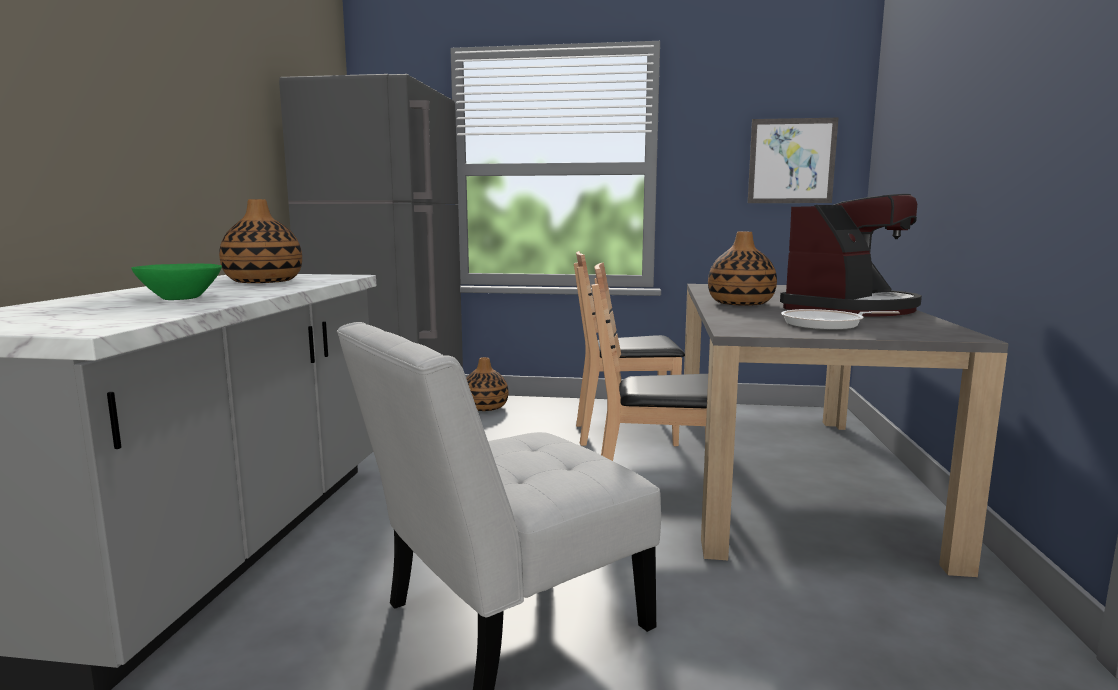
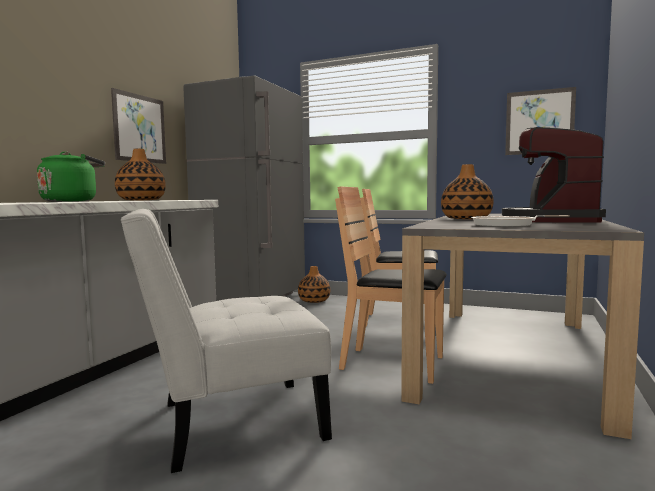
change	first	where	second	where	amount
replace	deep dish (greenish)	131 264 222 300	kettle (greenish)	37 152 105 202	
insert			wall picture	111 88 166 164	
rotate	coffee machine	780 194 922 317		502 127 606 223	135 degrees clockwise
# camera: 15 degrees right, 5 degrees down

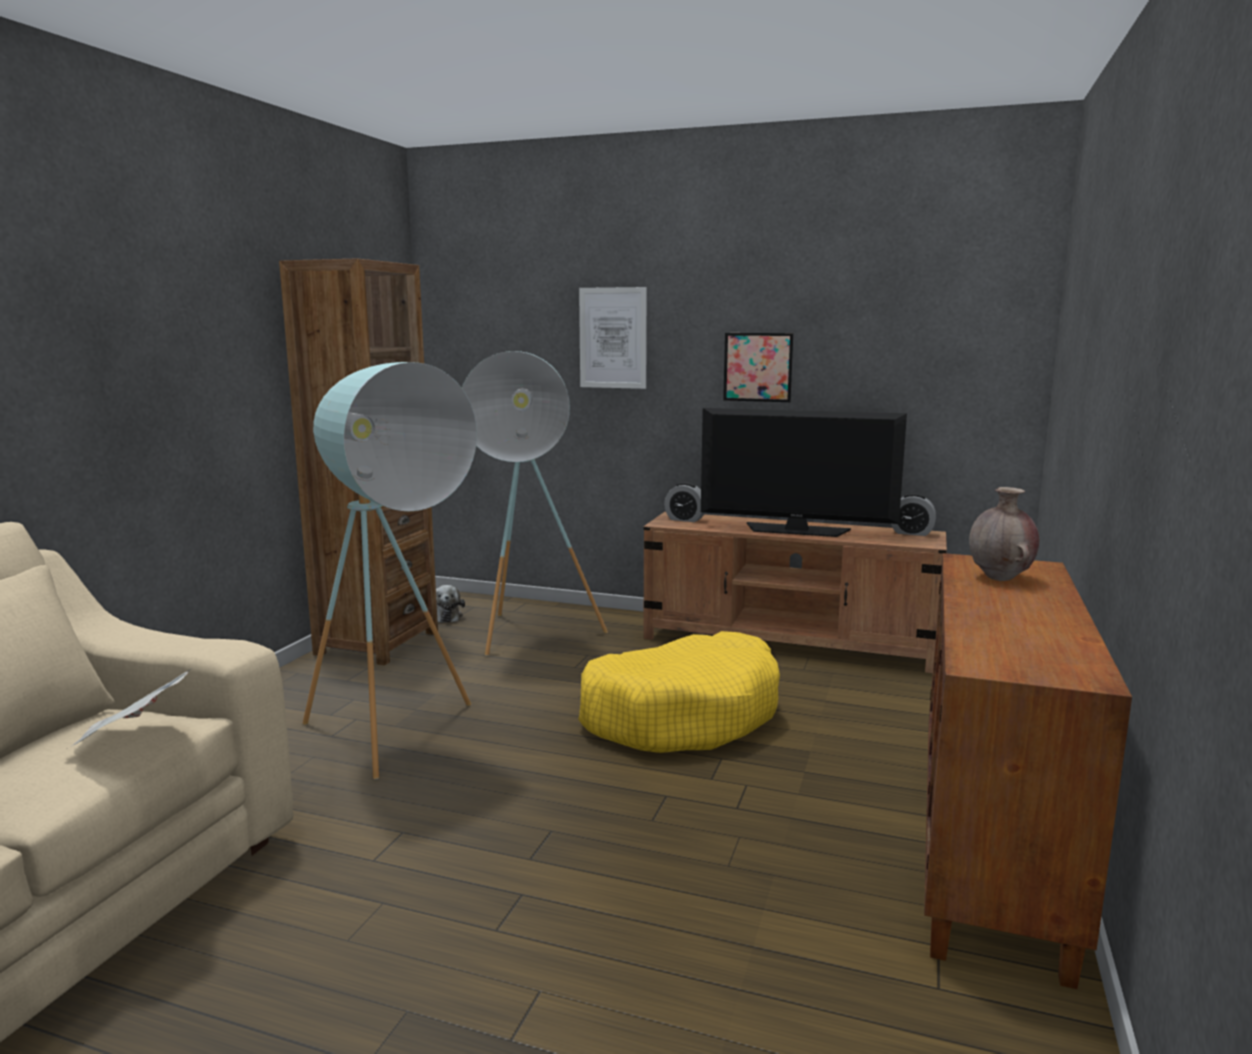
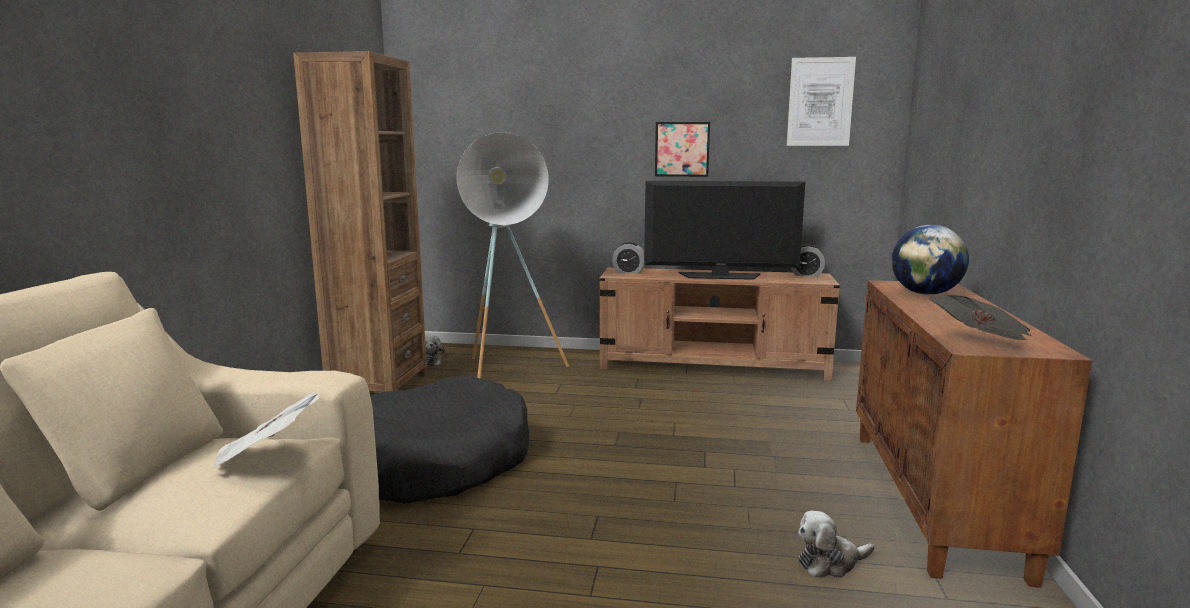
change	first	where	second	where	amount
replace	standard lamp (turquoise)	302 362 477 779	dog cushion (black-coloured)	371 375 530 504	
move	wall picture	579 287 647 389		787 57 856 146	
insert			plush toy	798 510 874 578	
replace	flower vase (brown-coloured)	969 487 1039 581	globe	891 225 969 295	
insert			newspaper	929 295 1031 340	
delete	dog cushion (yellow)	578 631 780 753			
# camera: 10 degrees left, 0 degrees up

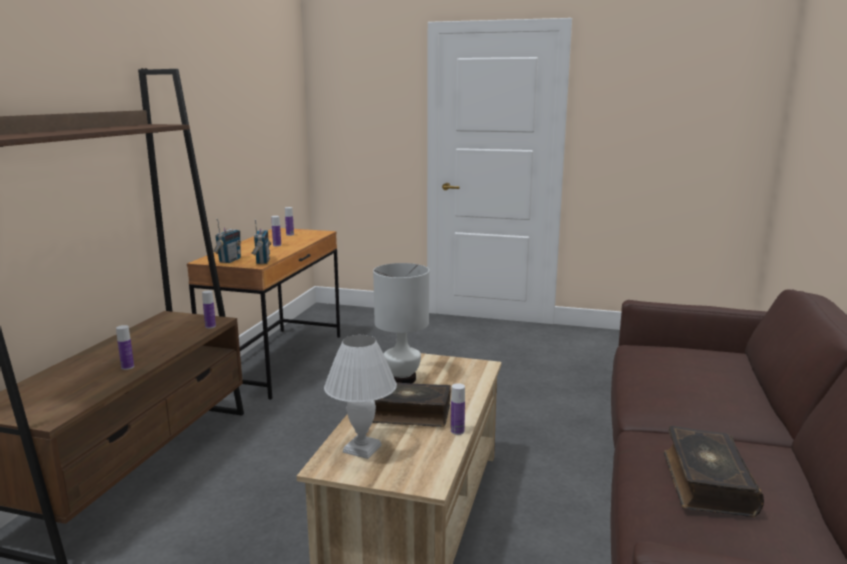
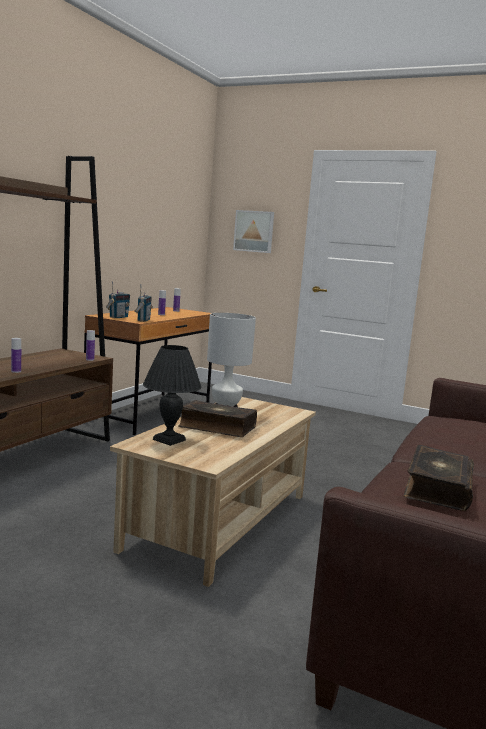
change	first	where	second	where	amount
recolor	lamp for a table (whitish)	324 335 397 459	lamp for a table (black-coloured)	143 345 202 446	
insert			wall picture	233 210 274 253	
delete	beverage bottle	451 383 465 435			
# camera: 10 degrees right, 5 degrees down

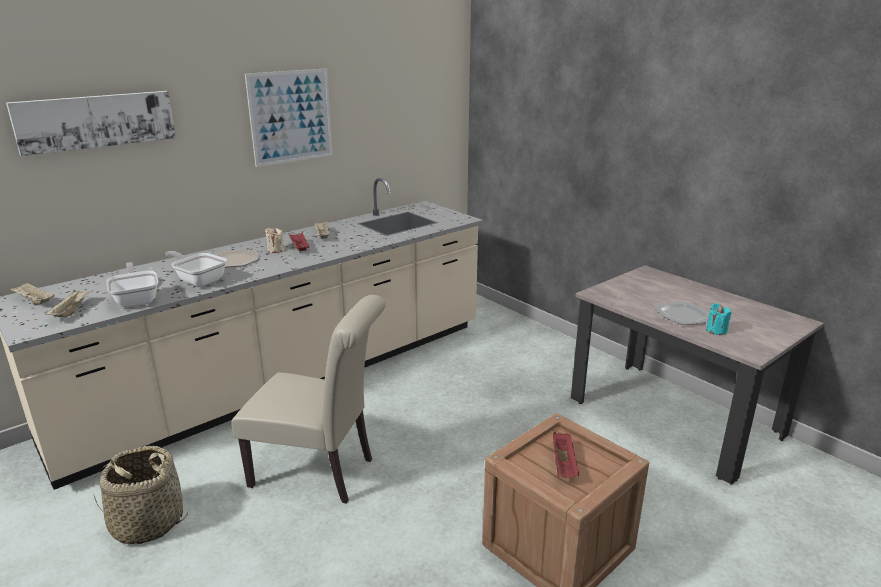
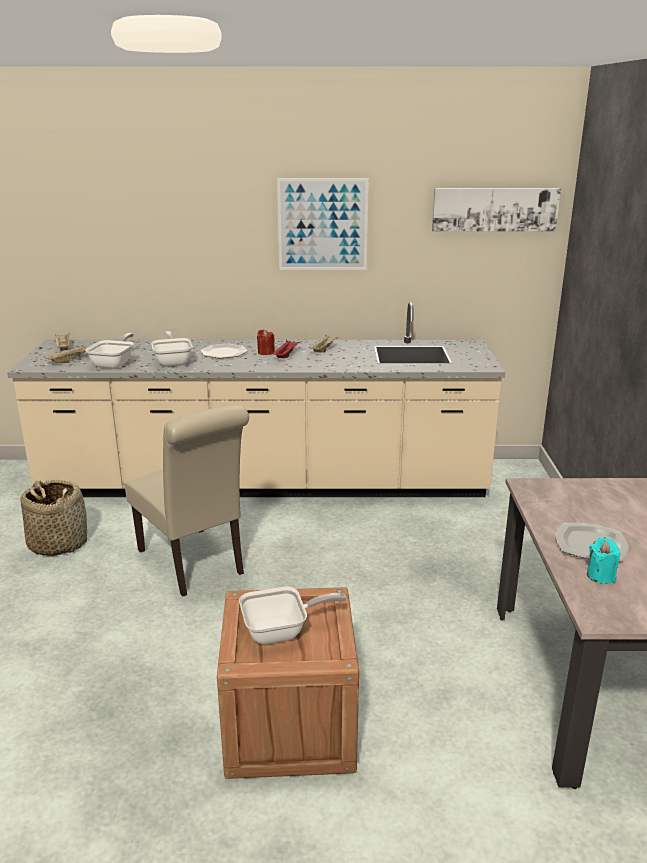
change	first	where	second	where	amount
replace	serving tray (red-coloured)	553 432 579 478	skillet	239 587 346 644	
recolor	candle (beige-coloured)	265 227 284 253	candle (red-coloured)	257 330 275 355	
move	wall picture	6 91 176 156		432 188 561 232	
# camera: 40 degrees right, 0 degrees up

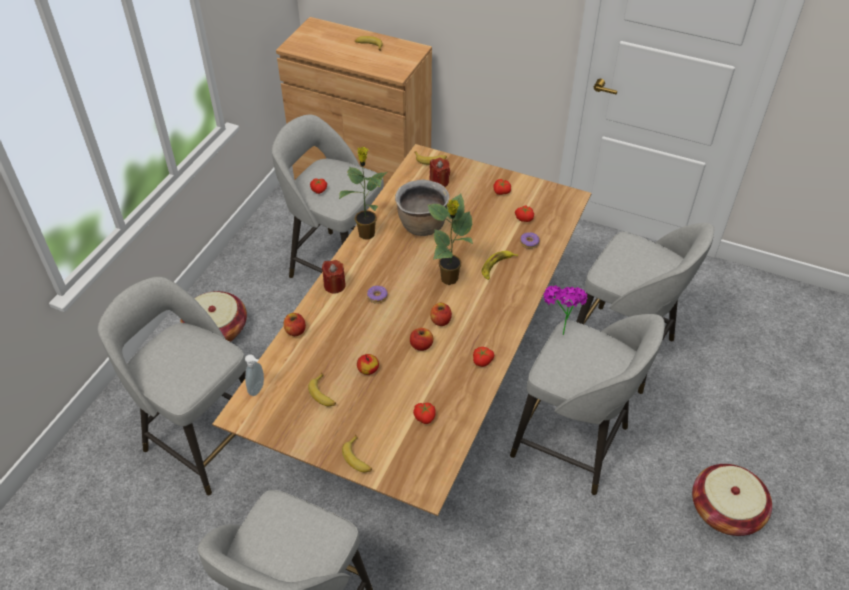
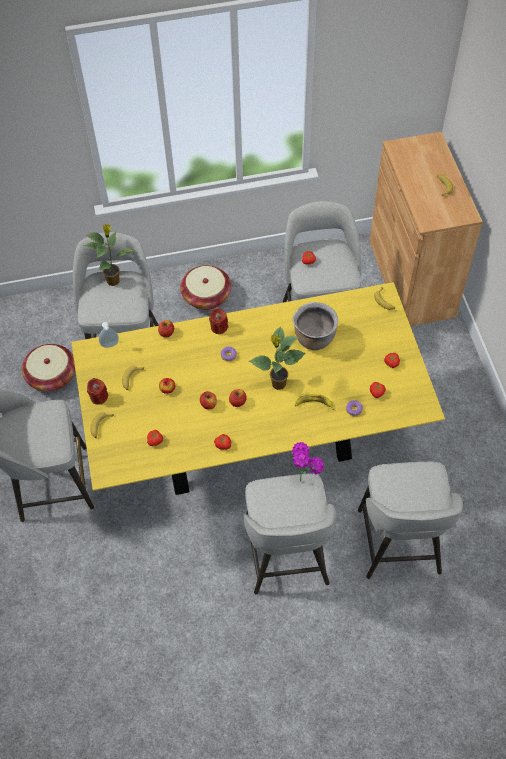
change	first	where	second	where	amount
move	basket	692 464 772 536		22 344 75 392	
recolor	kitchen table (brown-coloured)	212 144 592 516	kitchen table (yellow)	71 282 445 495	
move	houseplant	339 147 387 239		83 224 134 286	
move	candle (red-coloured)	429 157 450 187		87 378 109 405	
# camera: 55 degrees right, 10 degrees up

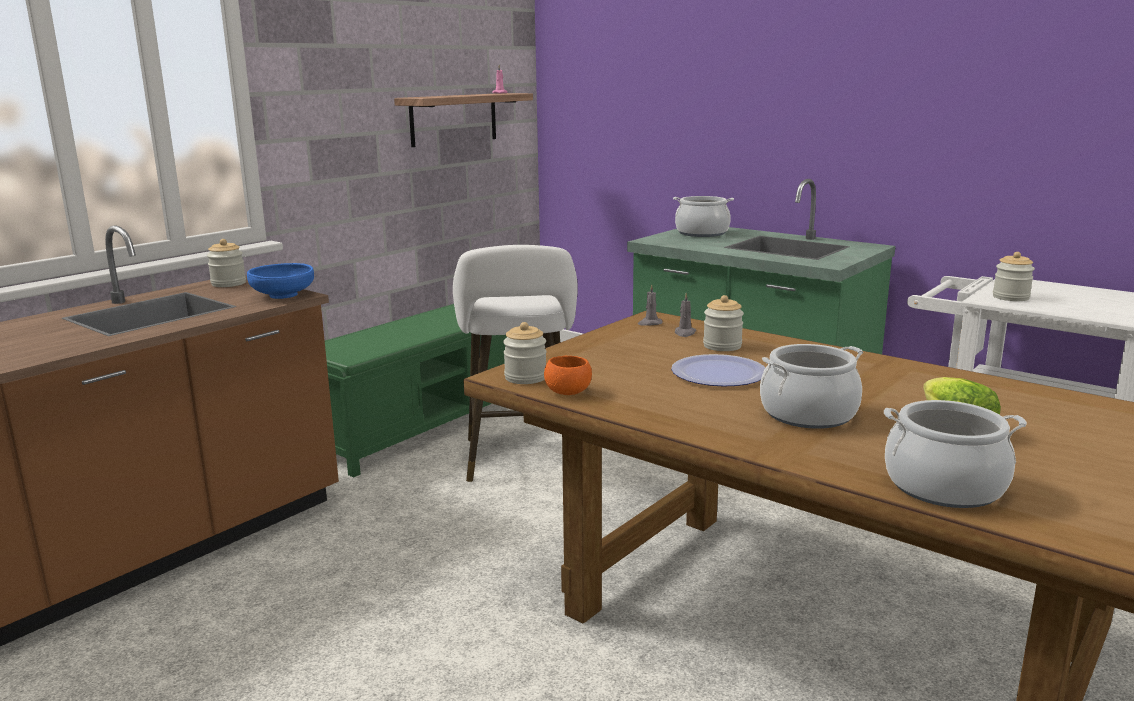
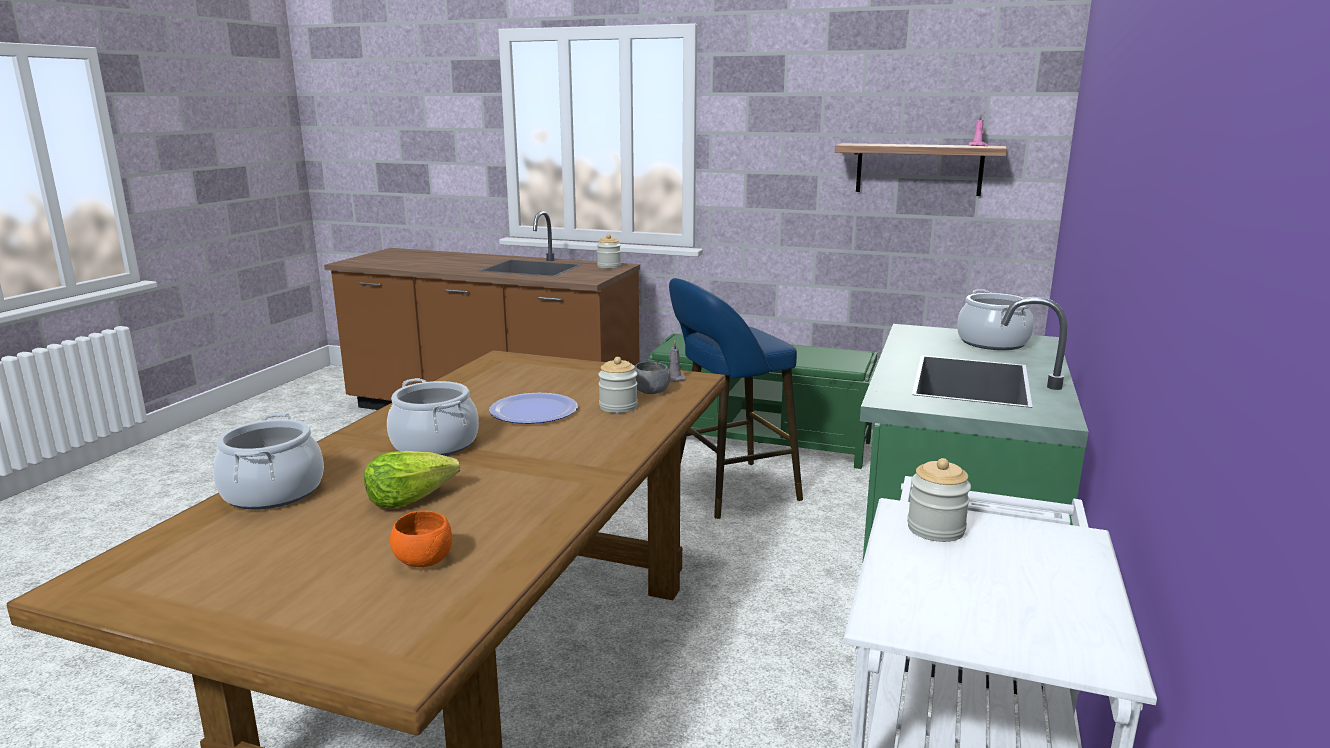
change	first	where	second	where	amount
move	deep dish (orange-coloured)	544 356 592 395		390 511 452 567	
replace	candle (grey)	675 292 696 337	deep dish (grey)	634 361 671 394	
recolor	stool seat (whitish)	453 245 578 482	stool seat (bluish)	669 278 803 519	
delete	deep dish (bluish)	247 263 314 299			
delete	storage jar	503 322 547 384			
# camera: 70 degrees right, 0 degrees up

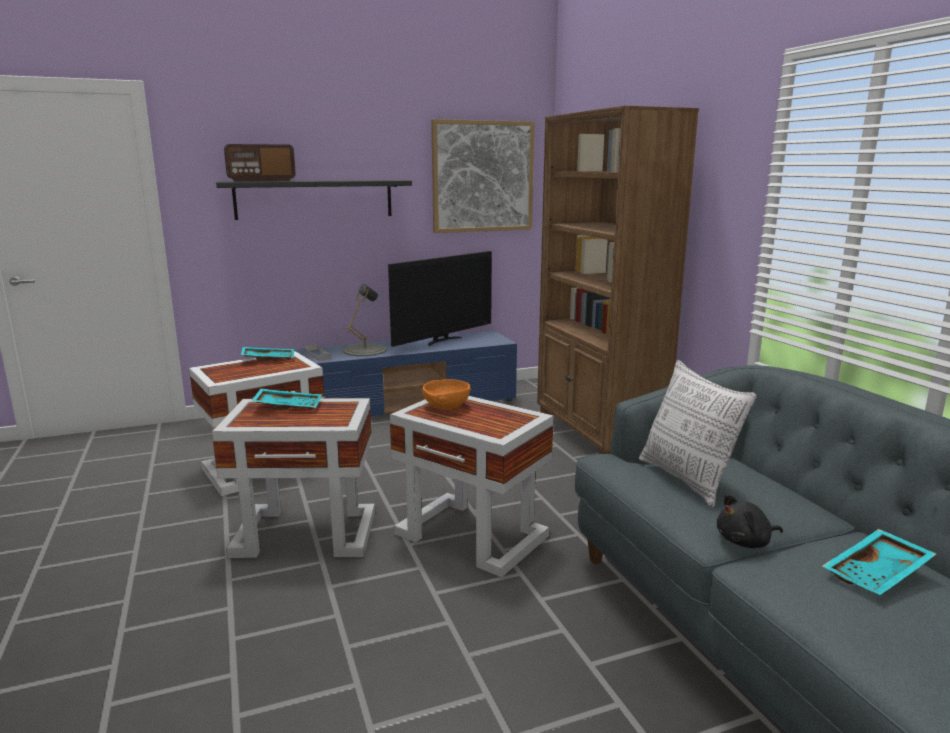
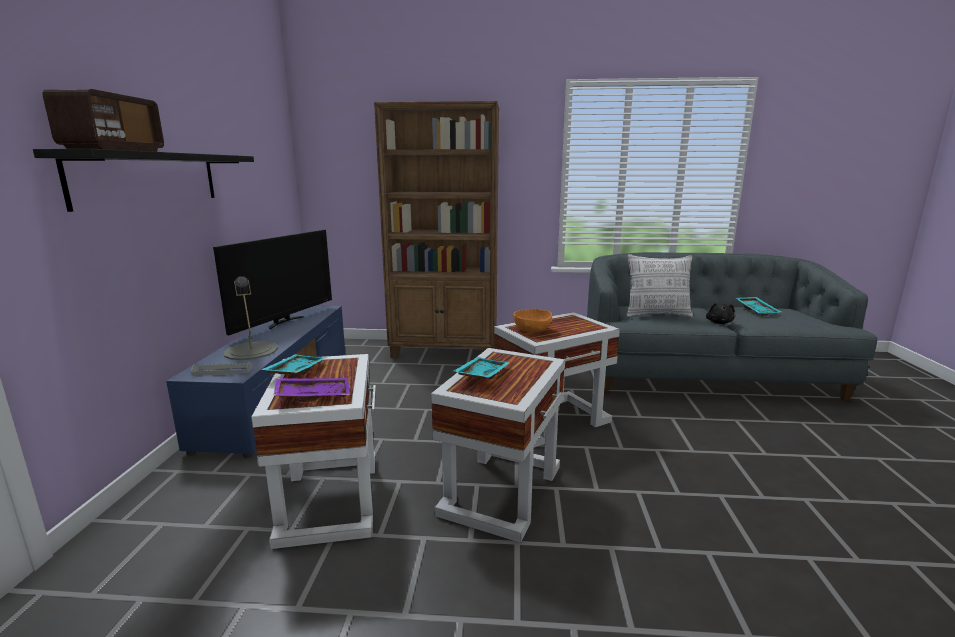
change	first	where	second	where	amount
rotate	TV set	388 251 492 347		213 230 332 335	45 degrees clockwise
insert			serving tray (purple-coloured)	273 378 350 402	
delete	wall picture	431 119 535 233			
# camera: 65 degrees left, 0 degrees up

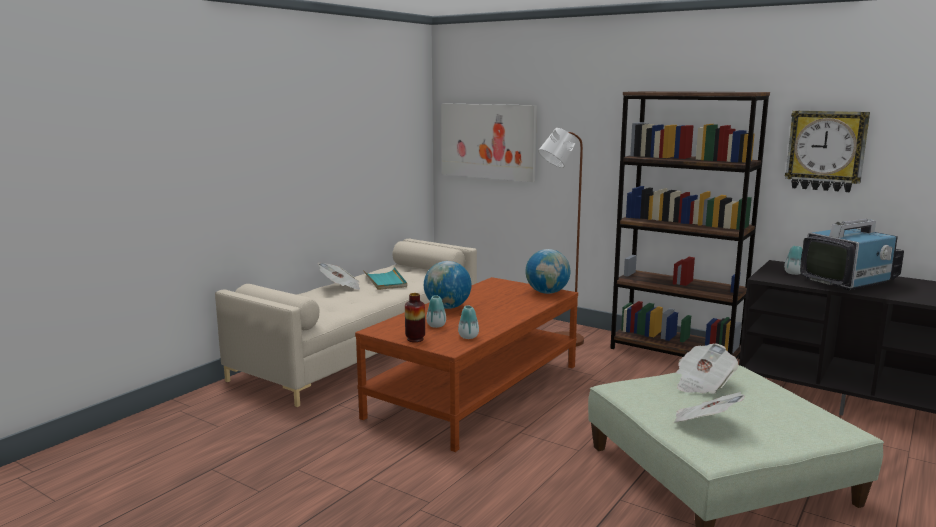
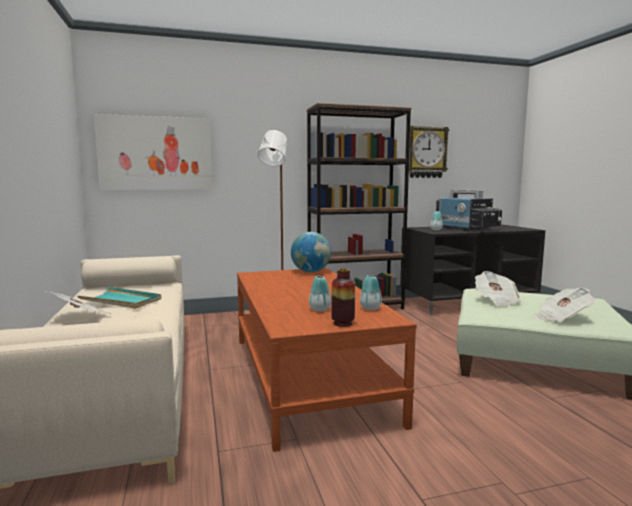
change	first	where	second	where	amount
rotate	TV set	800 219 904 290		436 189 503 231	135 degrees clockwise
delete	globe	424 261 472 309			
# camera: 50 degrees left, 5 degrees down

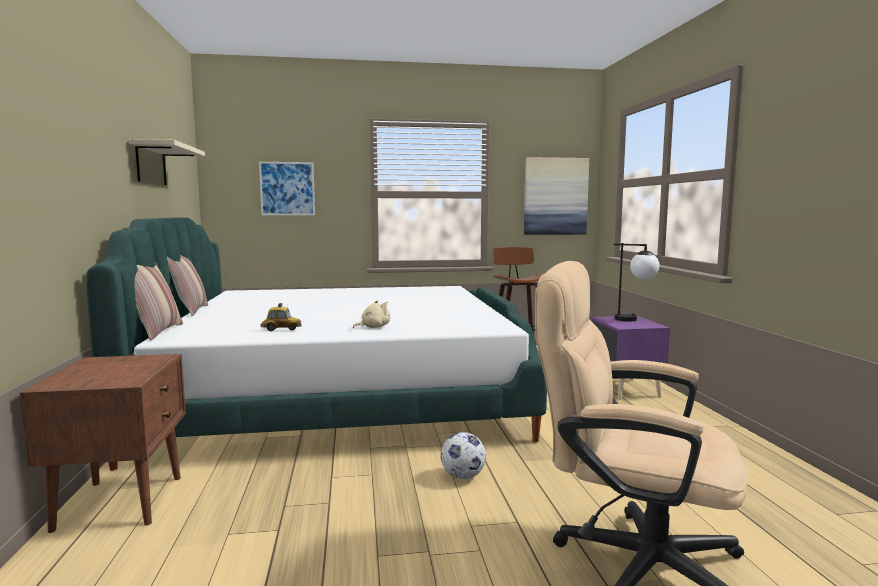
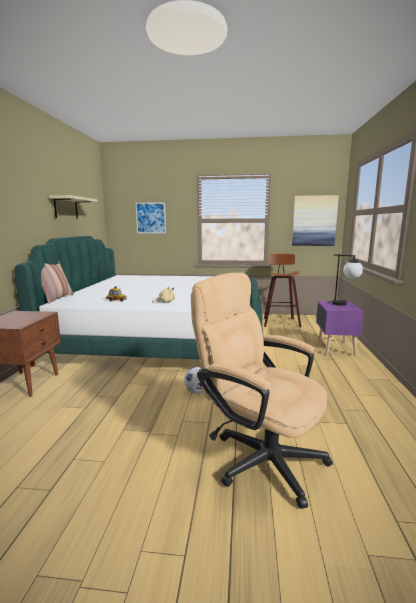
change	first	where	second	where	amount
delete	throw pillow	167 255 208 317			
# camera: 15 degrees right, 5 degrees up

